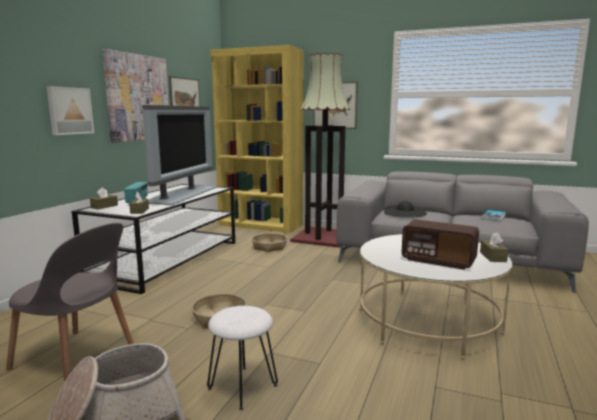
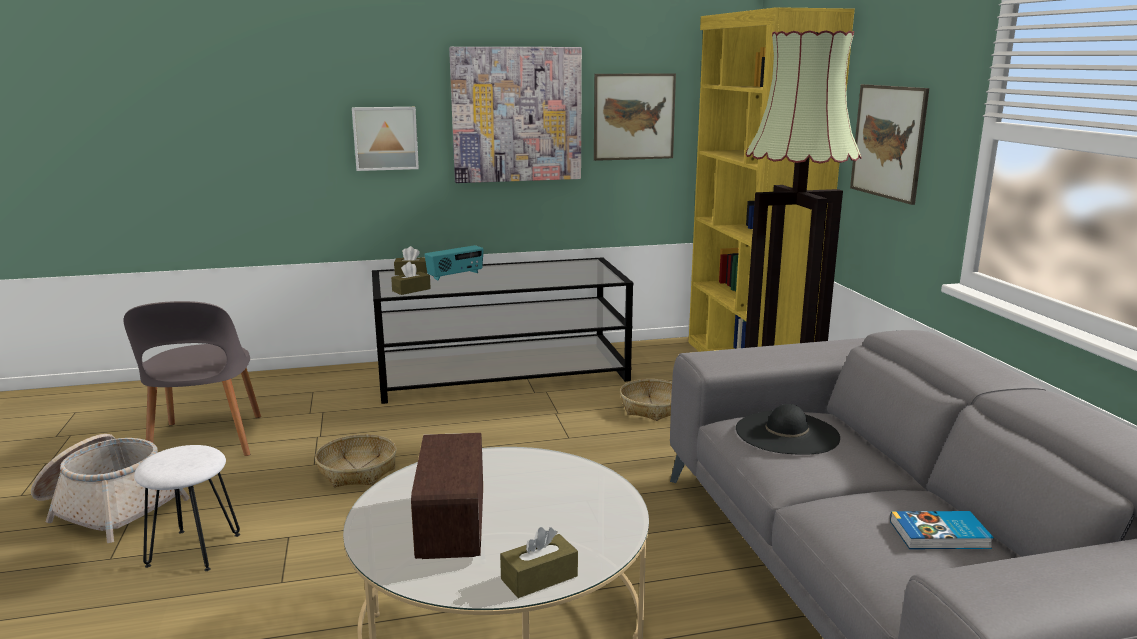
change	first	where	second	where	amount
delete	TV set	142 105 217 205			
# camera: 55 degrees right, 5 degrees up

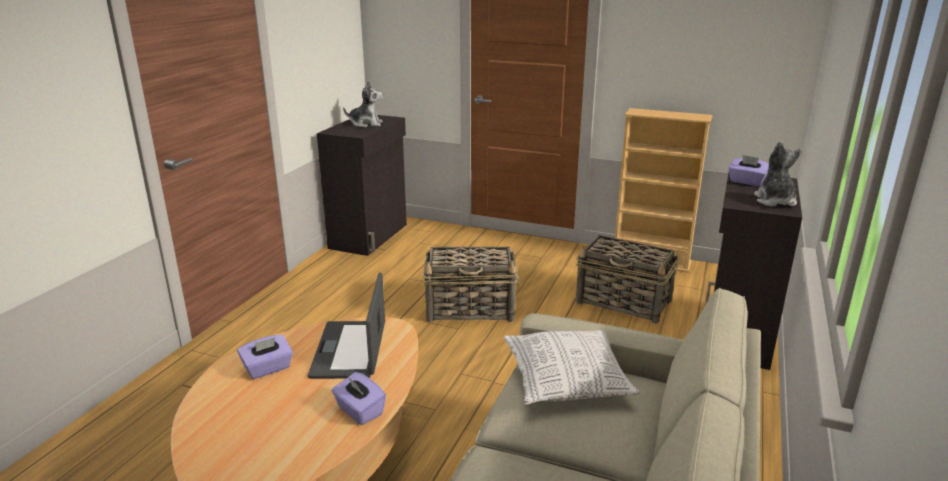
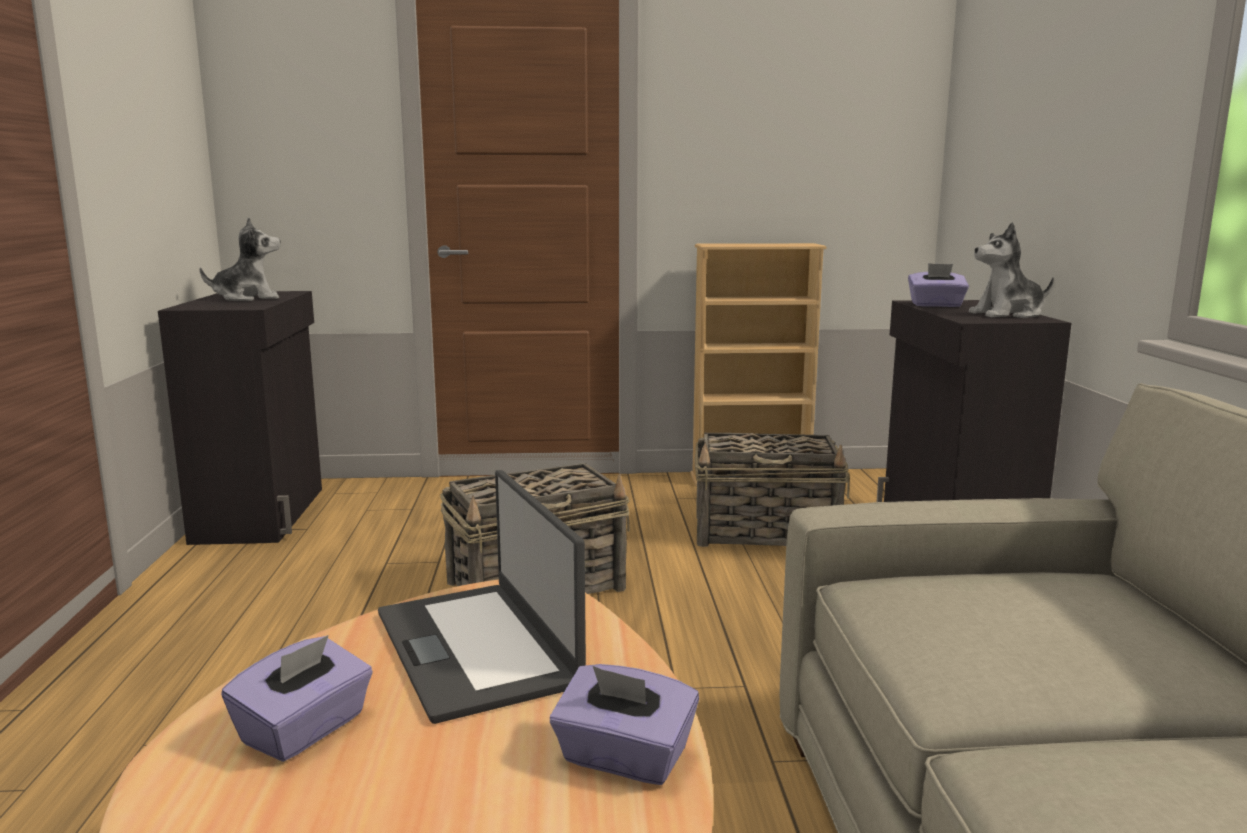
change	first	where	second	where	amount
rotate	plush toy	754 141 802 207		969 222 1054 318	75 degrees counterclockwise
delete	throw pillow	504 330 640 405			
# camera: 25 degrees left, 10 degrees down

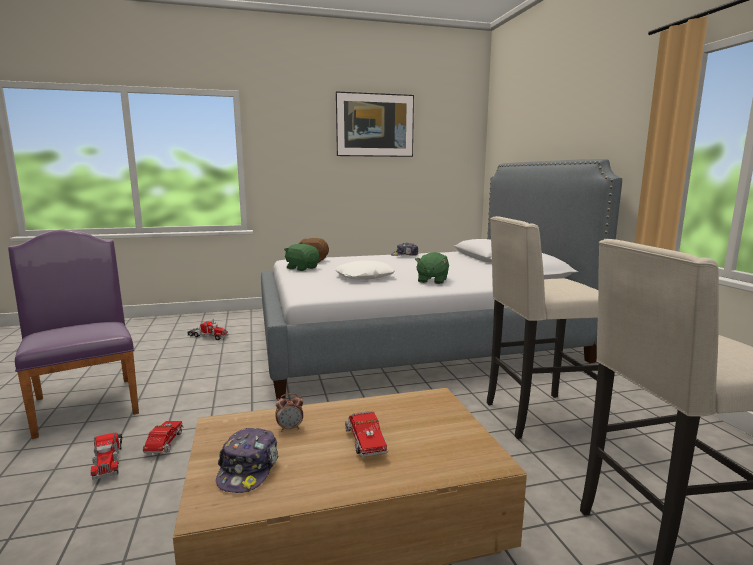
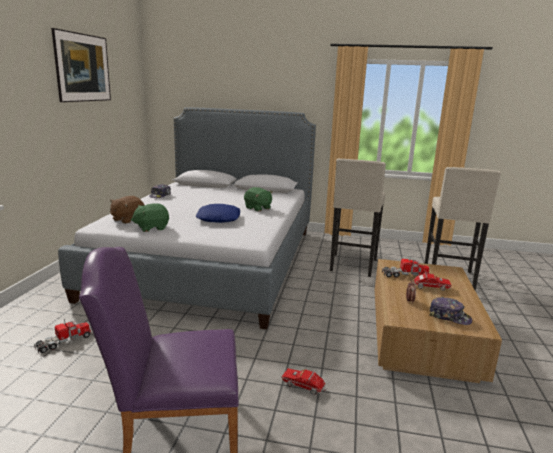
change	first	where	second	where	amount
recolor	throw pillow (whitish)	335 260 395 280	throw pillow (bluish)	196 204 240 223	
move	model truck	91 433 122 480		382 256 429 277	
# camera: 65 degrees left, 5 degrees up

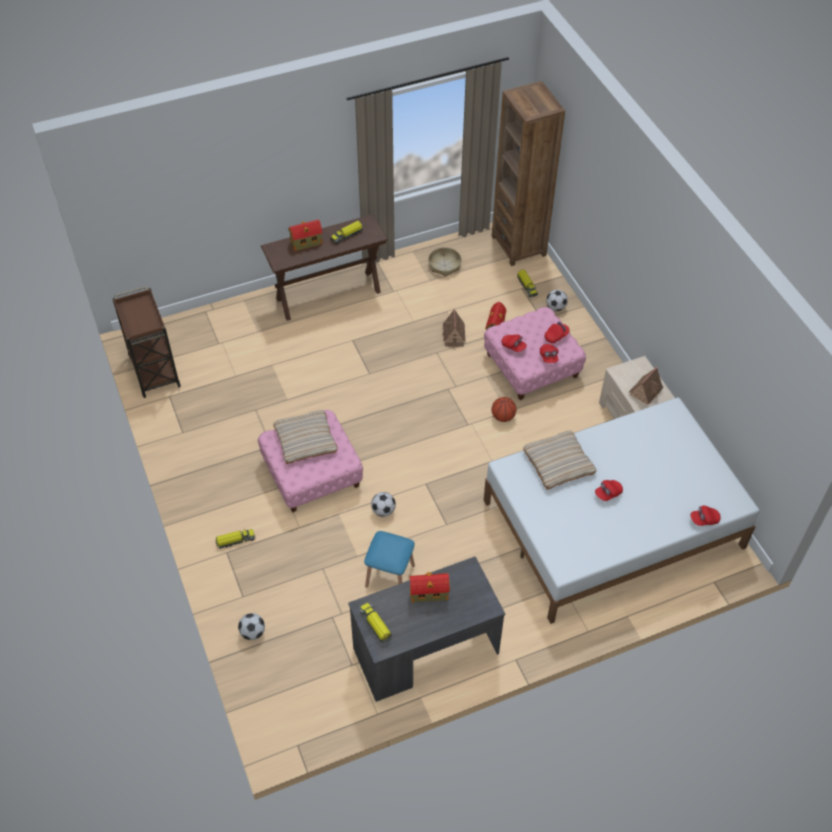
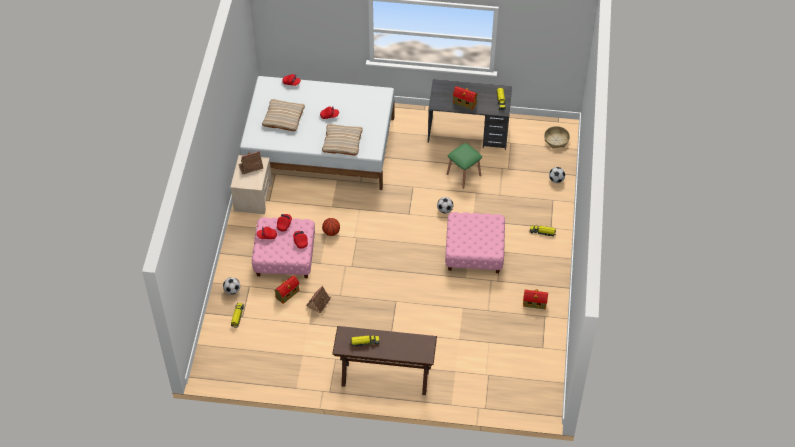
change	first	where	second	where	amount
move	throw pillow (beige-coloured)	273 410 338 464		262 99 305 131	
recolor	stool seat (bluish)	364 531 415 588	stool seat (greenish)	447 143 482 188	
move	toy house	289 220 323 251		523 289 548 309	
move	basket	428 247 462 277		544 126 570 148	
delete	cart (brown-coloured)	112 286 181 398			
delete	shelving unit (brown-coloured)	492 81 565 266			
# camera: 150 degrees left, 0 degrees up

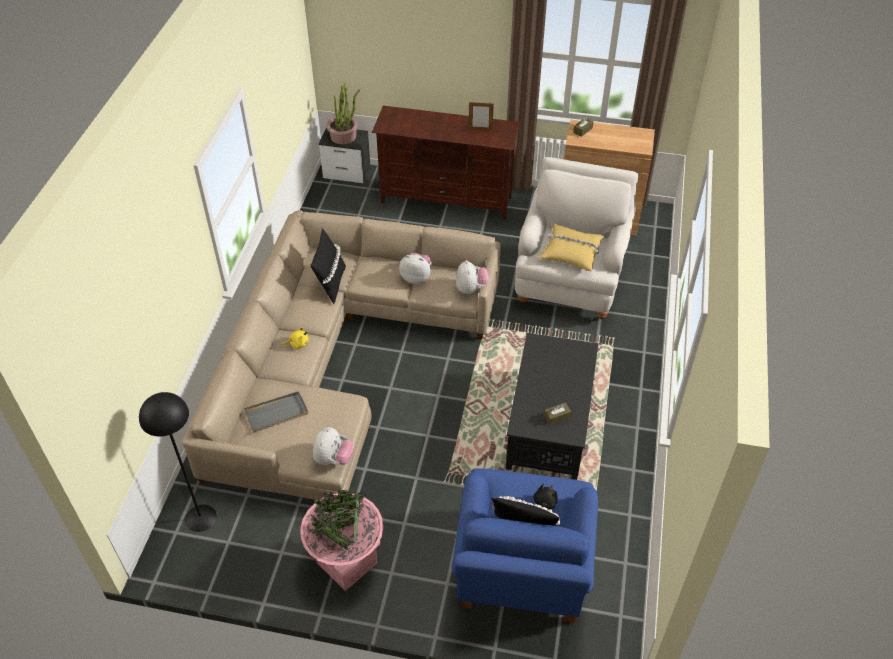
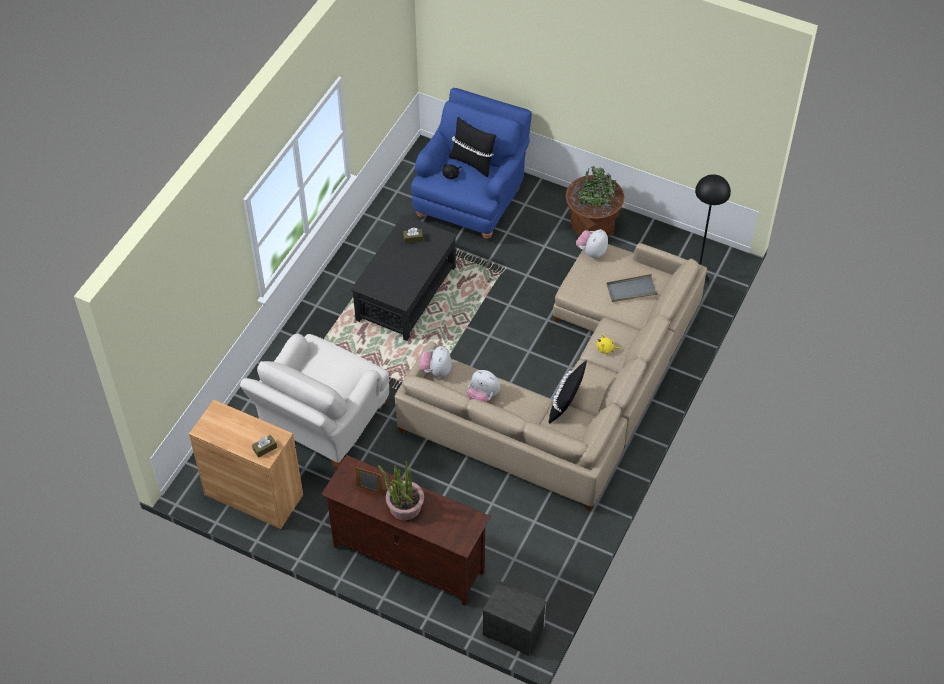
change	first	where	second	where	amount
move	houseplant	326 83 360 145		378 461 424 520	
recolor	planter (pinkish)	300 490 383 591	planter (brown-coloured)	566 166 624 237	
delete	throw pillow (yellow)	538 224 604 271			
# camera: 165 degrees left, 5 degrees up

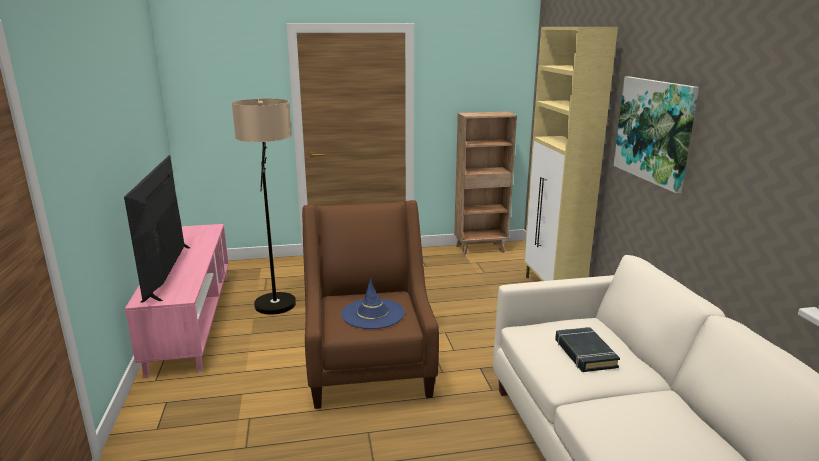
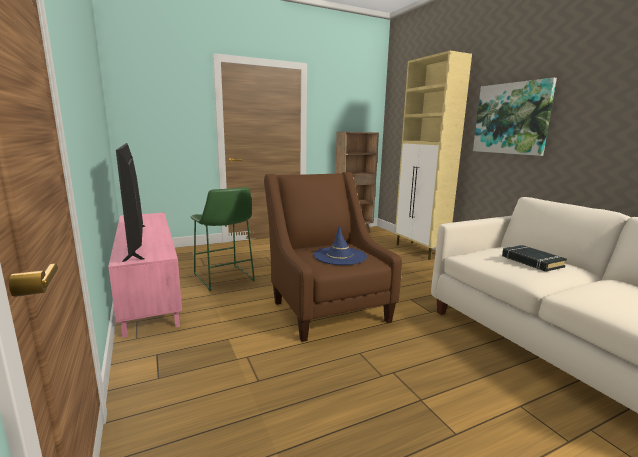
change	first	where	second	where	amount
replace	standard lamp	232 99 296 315	stool seat (greenish)	191 187 255 291	
# camera: 15 degrees left, 5 degrees down

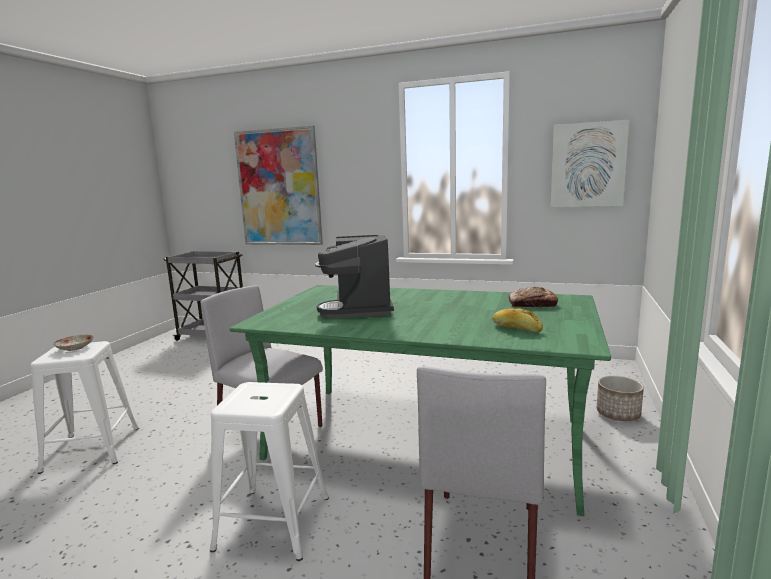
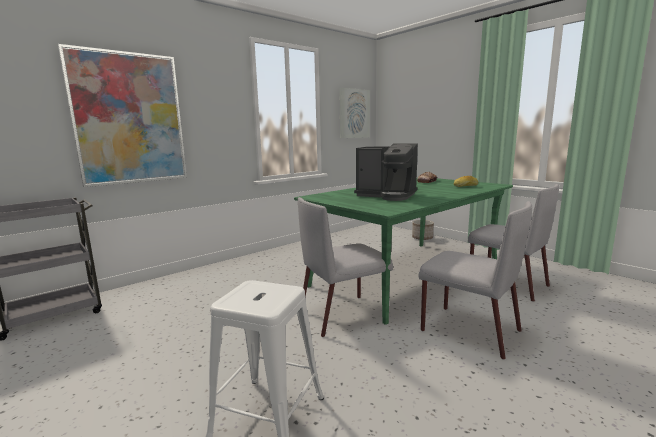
change	first	where	second	where	amount
replace	stool seat (whitish)	210 382 329 561	plain chair (grey)	419 201 532 360	
delete	plate	53 335 93 351			
# camera: 60 degrees left, 0 degrees up

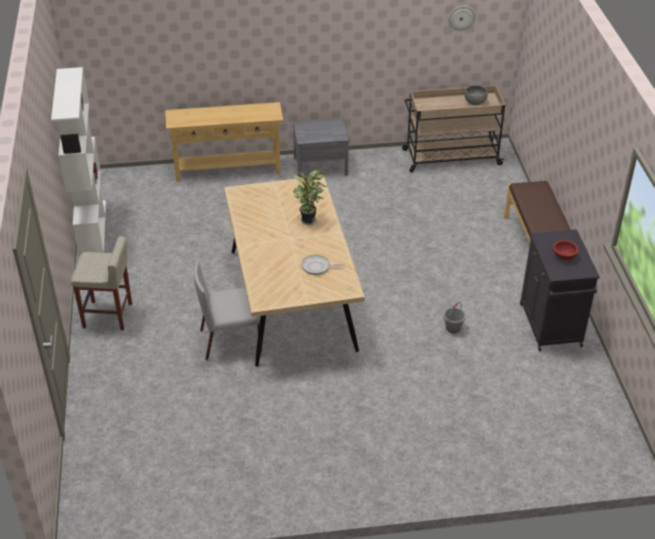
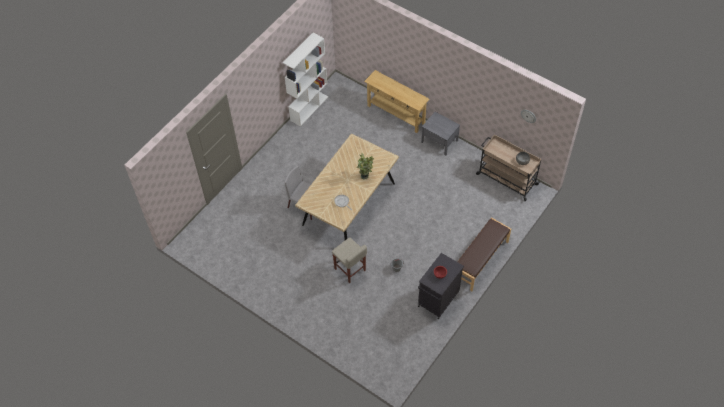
change	first	where	second	where	amount
move	stool seat (beige-coloured)	71 236 132 330		332 238 367 283	
# camera: 45 degrees right, 15 degrees up

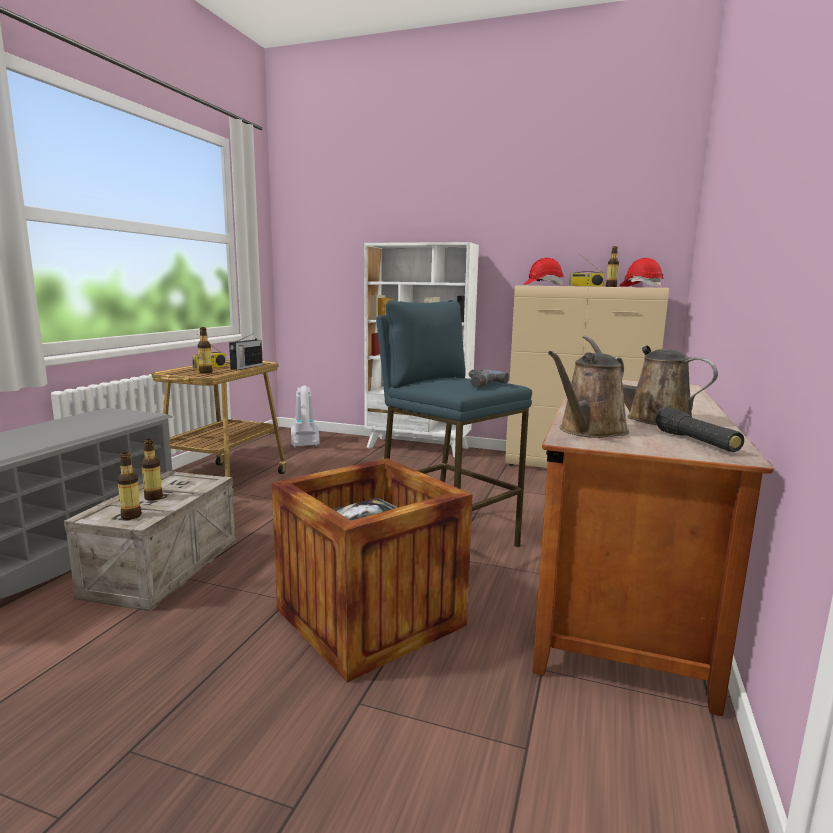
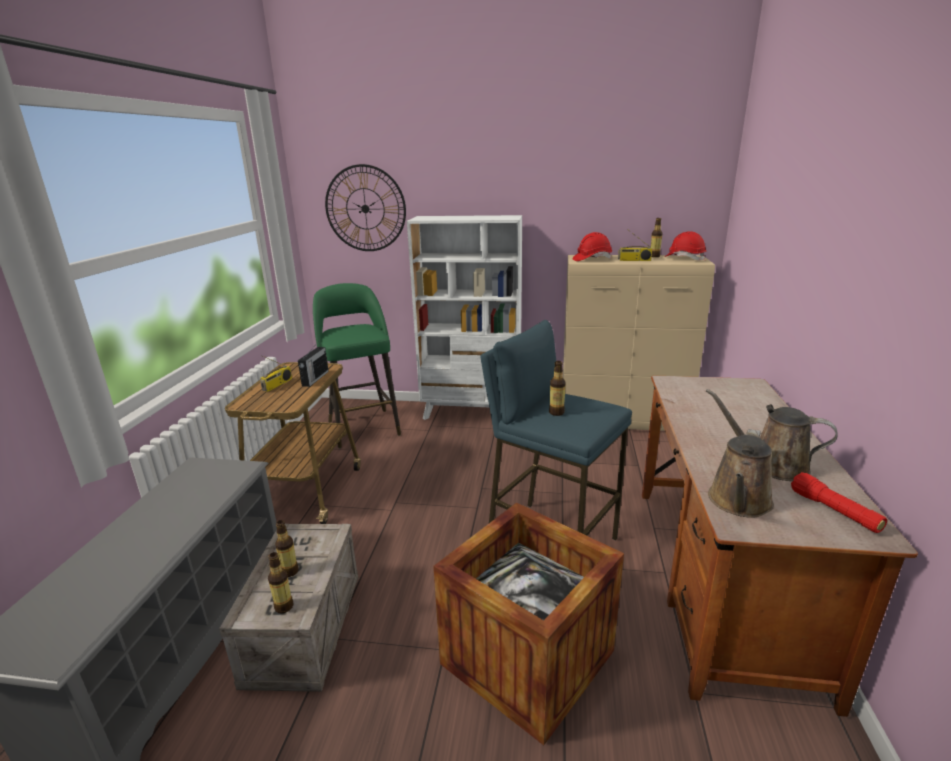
change	first	where	second	where	amount
replace	vacuum cleaner	291 386 320 448	stool seat (greenish)	313 283 401 448	
insert			wall clock	325 164 406 251	
move	beverage bottle	198 327 213 373		549 361 566 416	
recolor	hand torch (black-coloured)	656 407 744 452	hand torch (red-coloured)	791 472 887 533	
delete	drill	468 369 509 387			
# camera: 10 degrees left, 10 degrees up

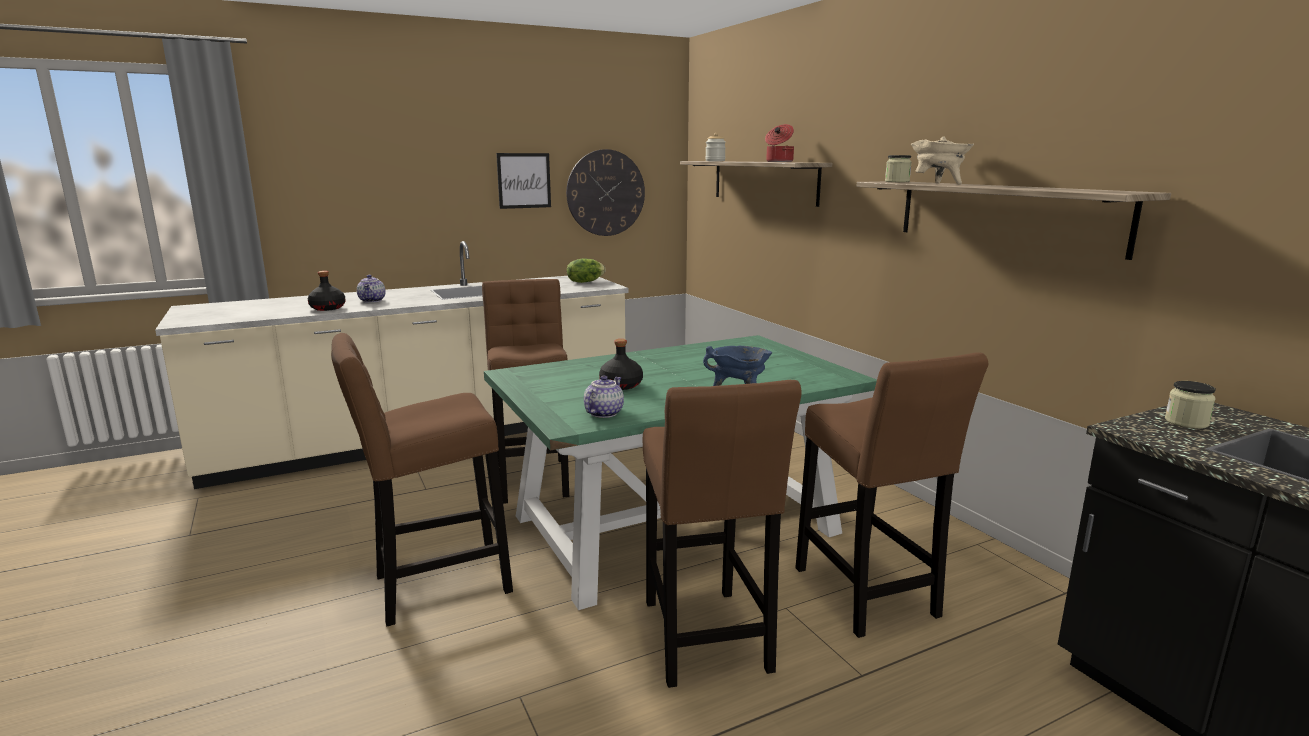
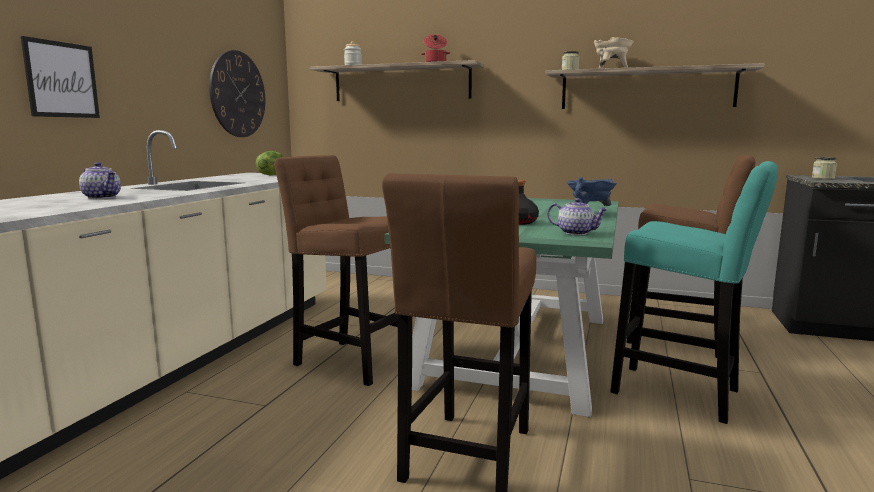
change	first	where	second	where	amount
move	wall picture	496 153 551 209		21 36 100 118	
rotate	tea pot	584 376 624 418		547 198 608 235	135 degrees clockwise
recolor	stool seat (brown-coloured)	643 380 802 688	stool seat (turquoise)	610 161 778 424	
delete	beverage bottle (black-coloured)	308 271 346 311			
# camera: 45 degrees left, 5 degrees down

